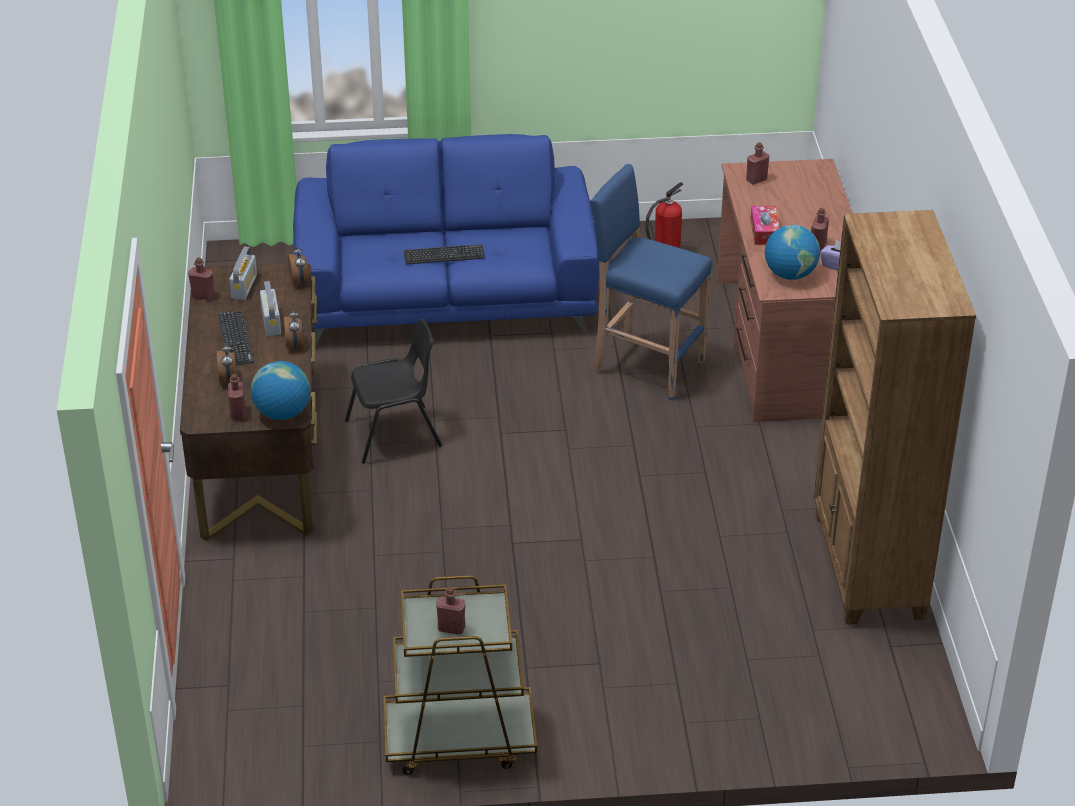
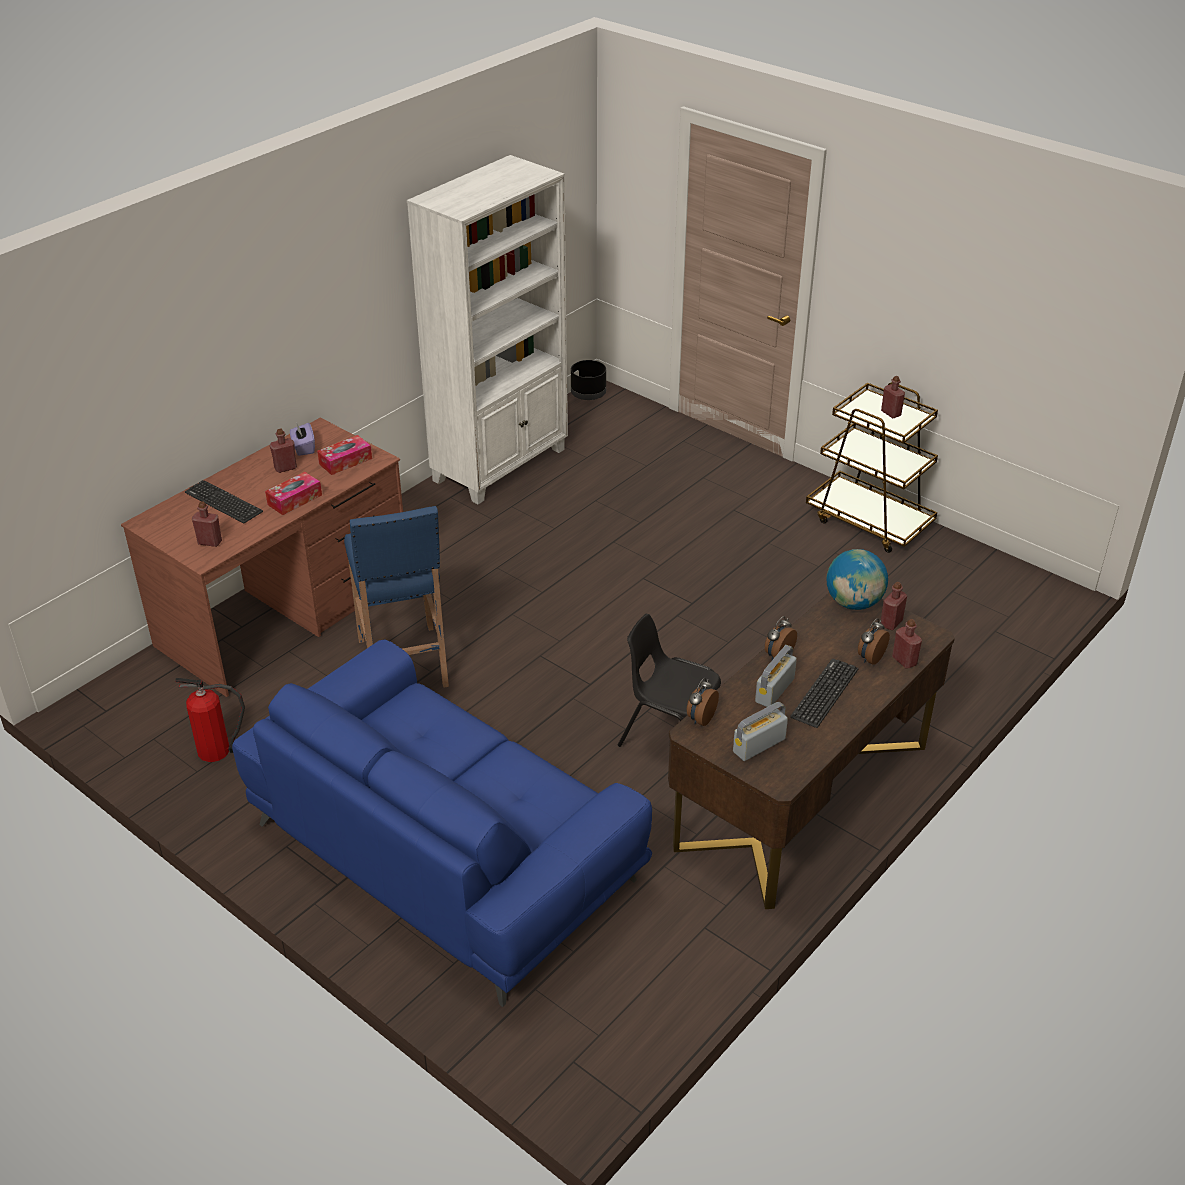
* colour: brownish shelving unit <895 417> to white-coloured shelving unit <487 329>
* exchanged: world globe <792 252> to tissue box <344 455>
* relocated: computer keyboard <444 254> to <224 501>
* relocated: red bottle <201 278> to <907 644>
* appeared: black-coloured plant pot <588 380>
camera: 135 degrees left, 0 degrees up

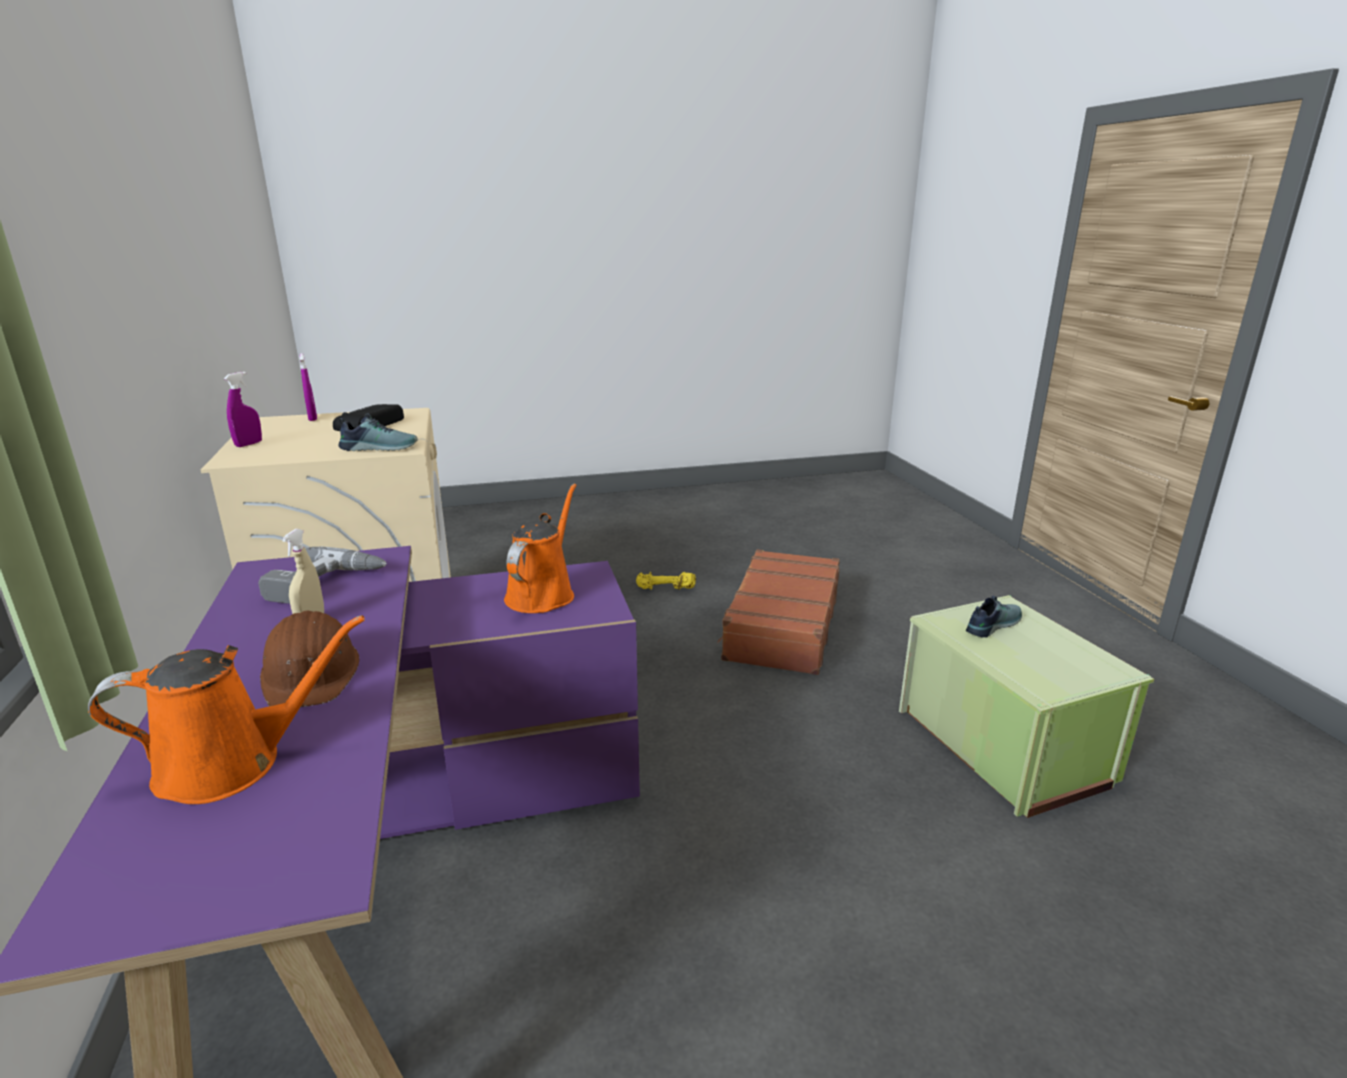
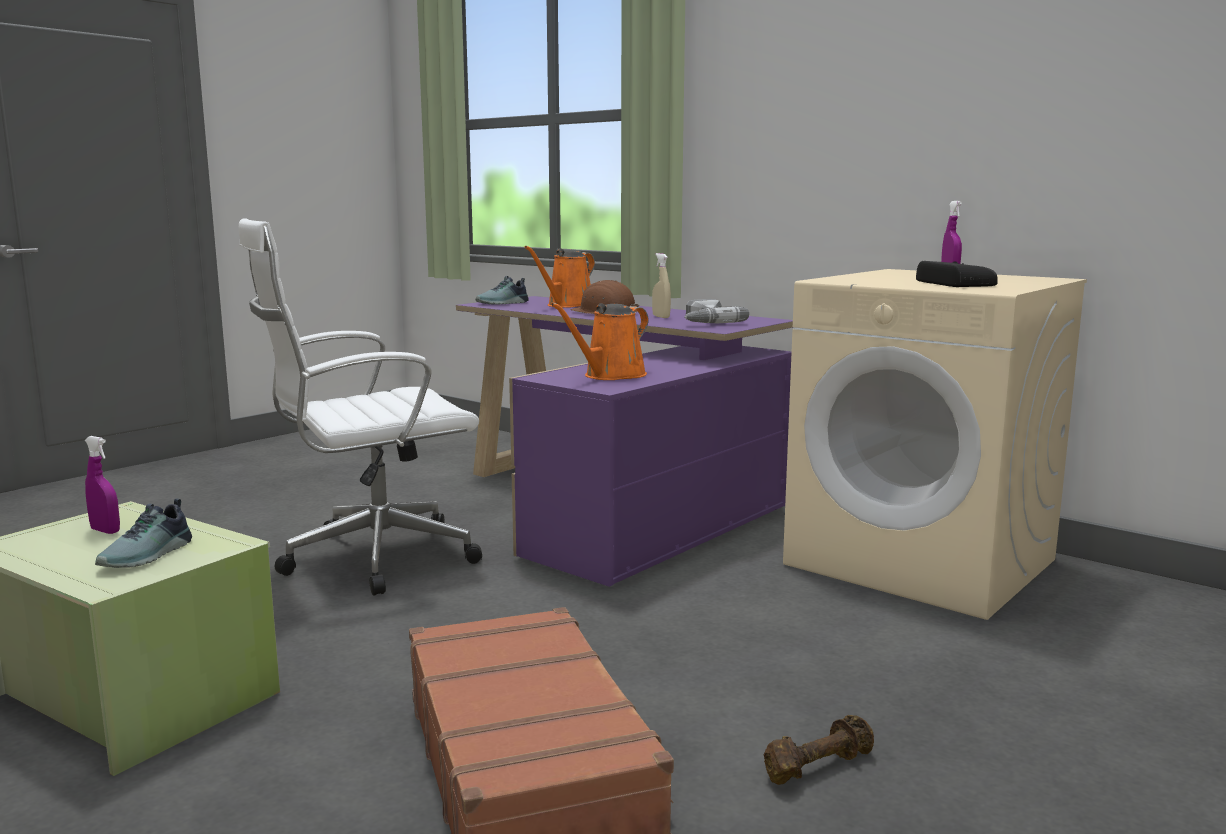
* relocated: purplish hand sprayer <308 387> to <102 485>
* relocated: item of footwear <378 432> to <502 290>
* spun: orange sprinkling can <540 548> = <600 341> 60 degrees clockwise
* colour: yellow hand weight <666 581> to brownish hand weight <819 750>
* appeared: white-coloured computer chair <360 407>
camera: 145 degrees right, 10 degrees down

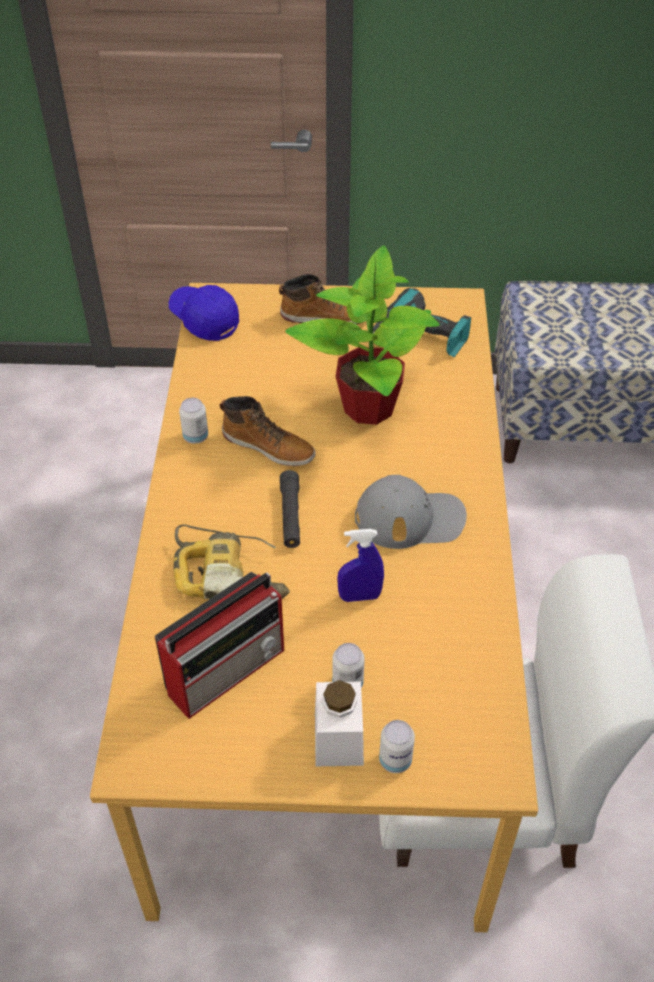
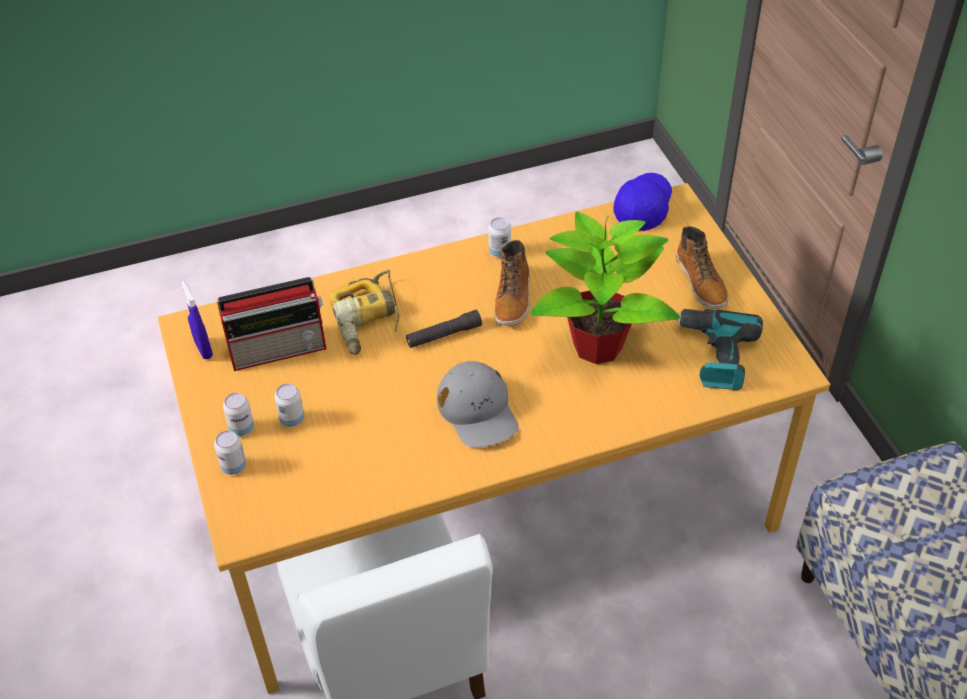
* relocated: bluish hand sprayer <360 565> to <197 320>
* spun: radio set <219 645> = <271 324> 45 degrees counterclockwise
* exchanged: white-coloured storage jar <339 723> to metal can <238 414>
camera: 70 degrees right, 0 degrees up

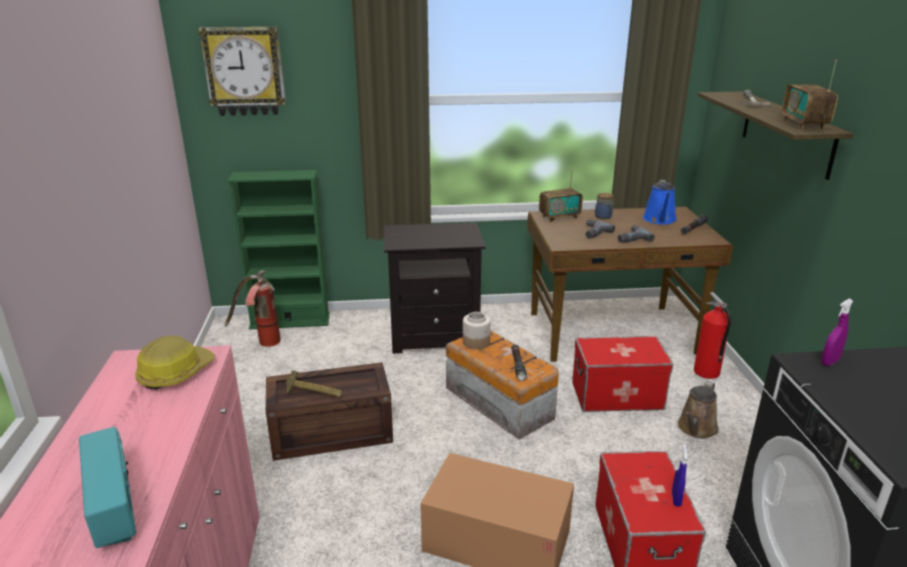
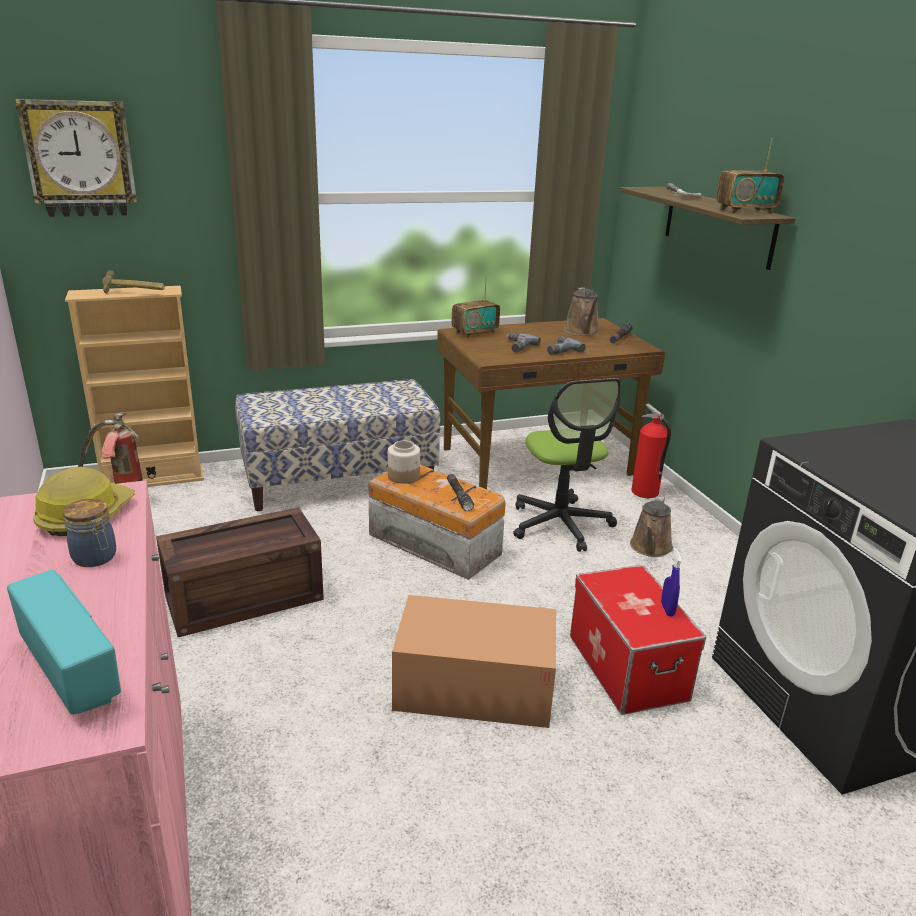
* spun: radio set <810 94> = <750 176> 90 degrees counterclockwise
* colour: green shelving unit <278 249> to sand-coloured shelving unit <134 386>
* colour: bluish sprinkling can <660 202> to brownish sprinkling can <582 312>
* relocated: storage jar <604 206> to <89 533>
* exchanged: black-coloured nightstand <435 288> to long seat <337 445>
* missing: purplish hand sprayer <837 332>
* exchanged: storage container <622 374> to computer chair <567 465>
* relocated: hammer <314 384> to <133 282>
camera: 15 degrees left, 0 degrees up

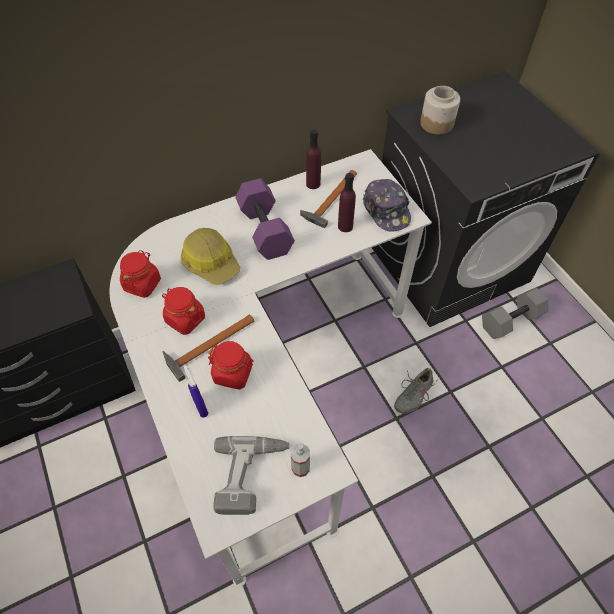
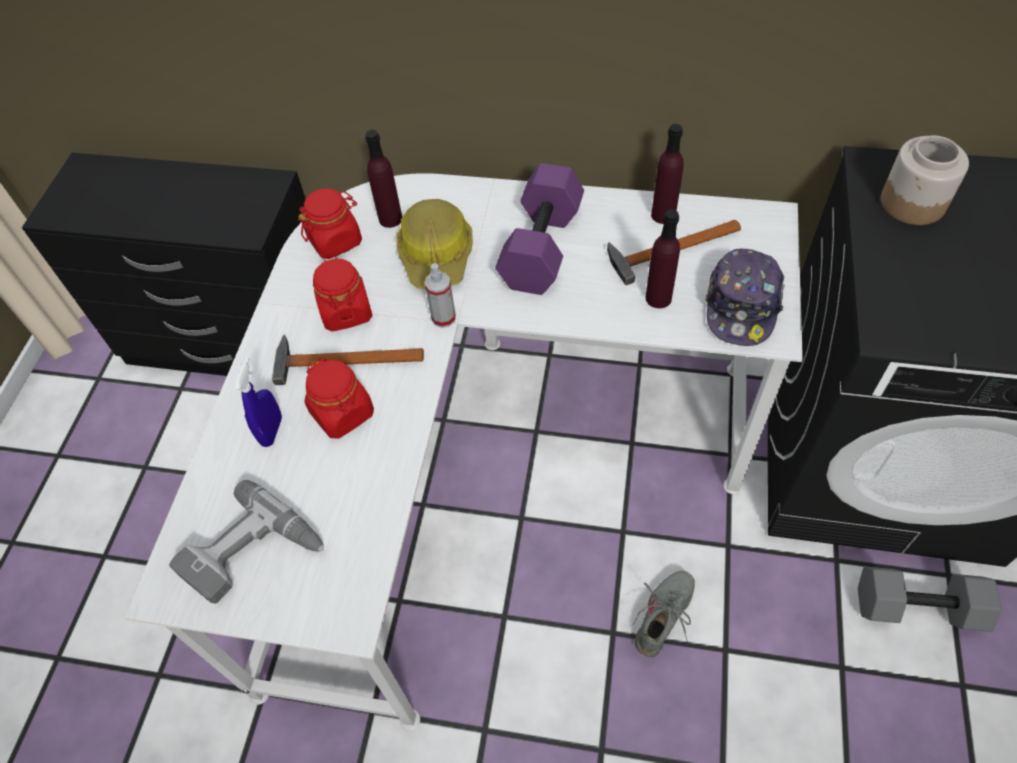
* spun: grey item of footwear <415 390> = <664 614> 135 degrees clockwise
* relocated: hand sprayer <300 460> to <440 295>
* appeared: purplish bottle <383 179>
camera: 40 degrees right, 0 degrees up

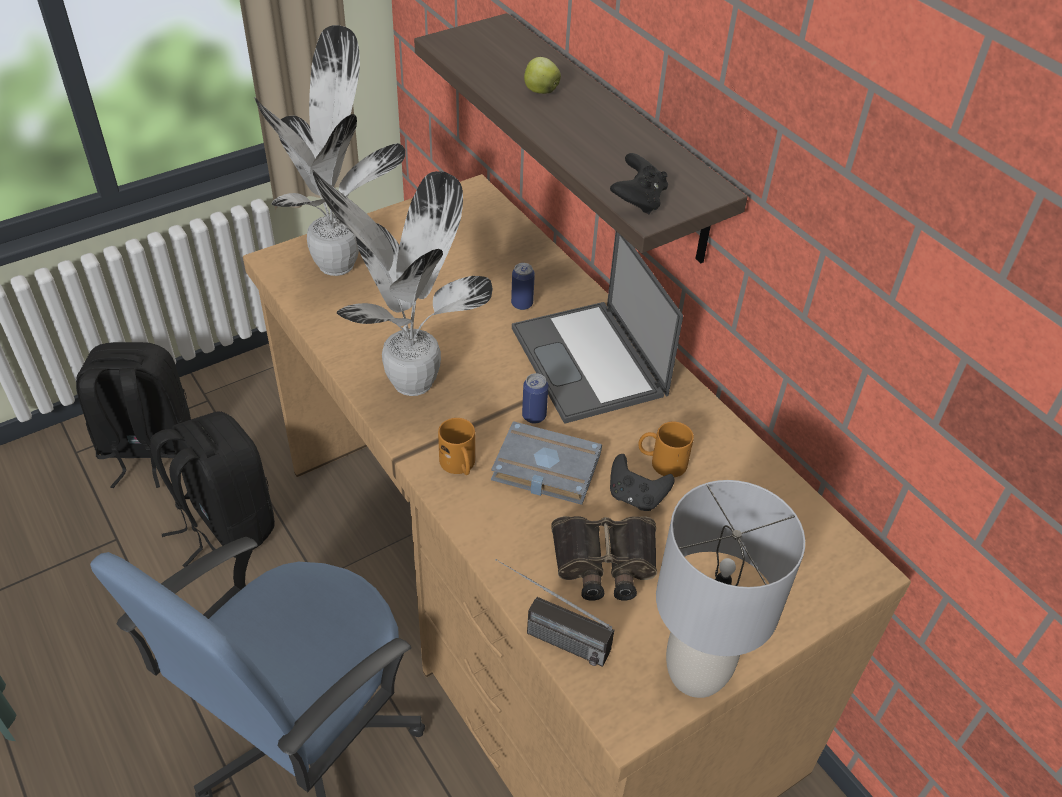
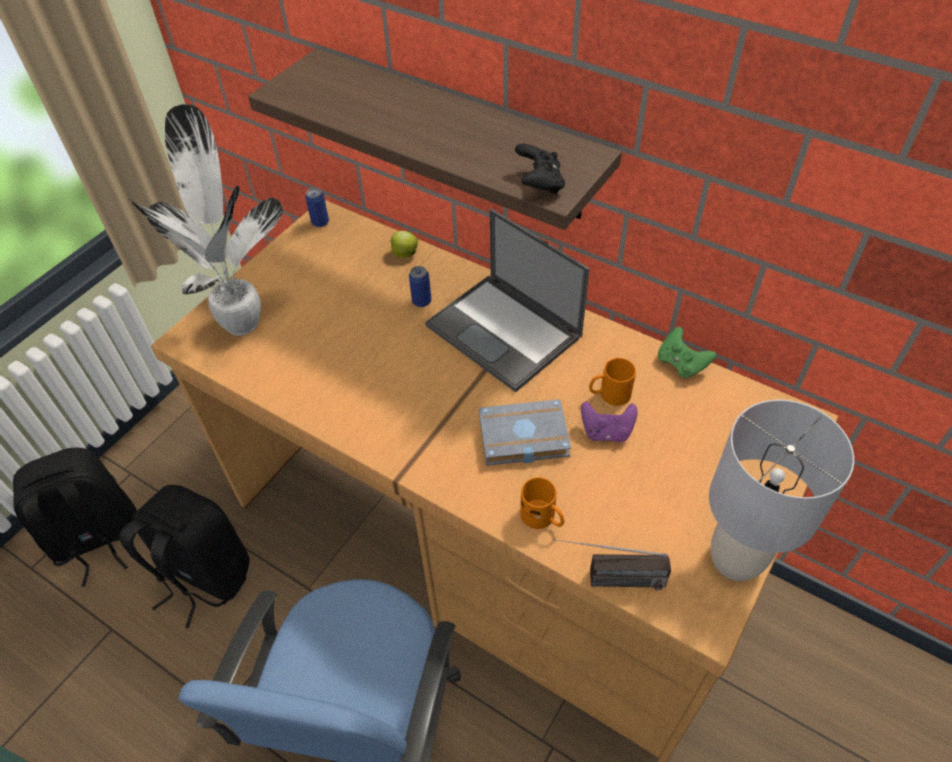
* relocated: whole apple <542 75> to <404 244>
* missing: plant in a pot <402 283>
* relocated: metal can <535 398> to <317 207>
* relocated: orange mug <456 446> to <542 503>
* colour: black-coloured gamepad <642 482> to purplish gamepad <609 421>
* missing: pair of binoculars <604 558>
* appeared: green gamepad <687 353>
camera: 20 degrees left, 5 degrees up

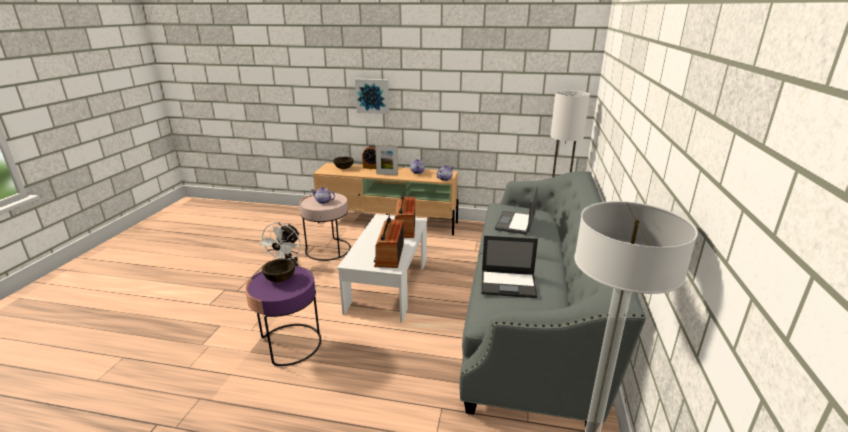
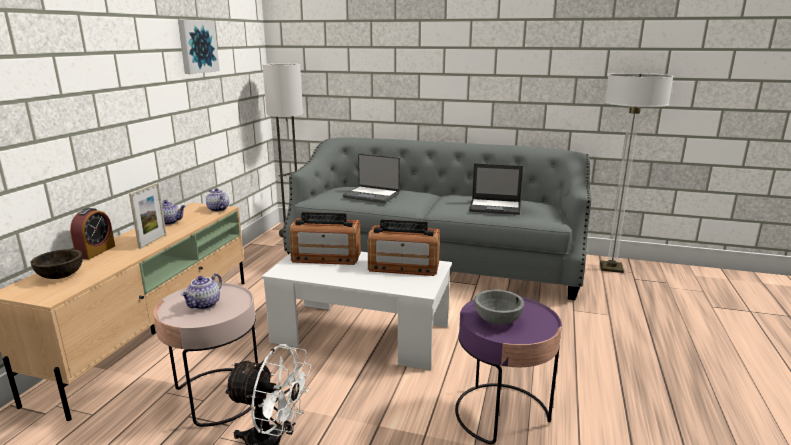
* relocated: wall picture <372 96> to <199 47>
* spun: portable computer <509 267> = <496 189> 90 degrees clockwise
* colour: brownish bowl <278 270> to grey bowl <499 307>
camera: 85 degrees left, 5 degrees down

